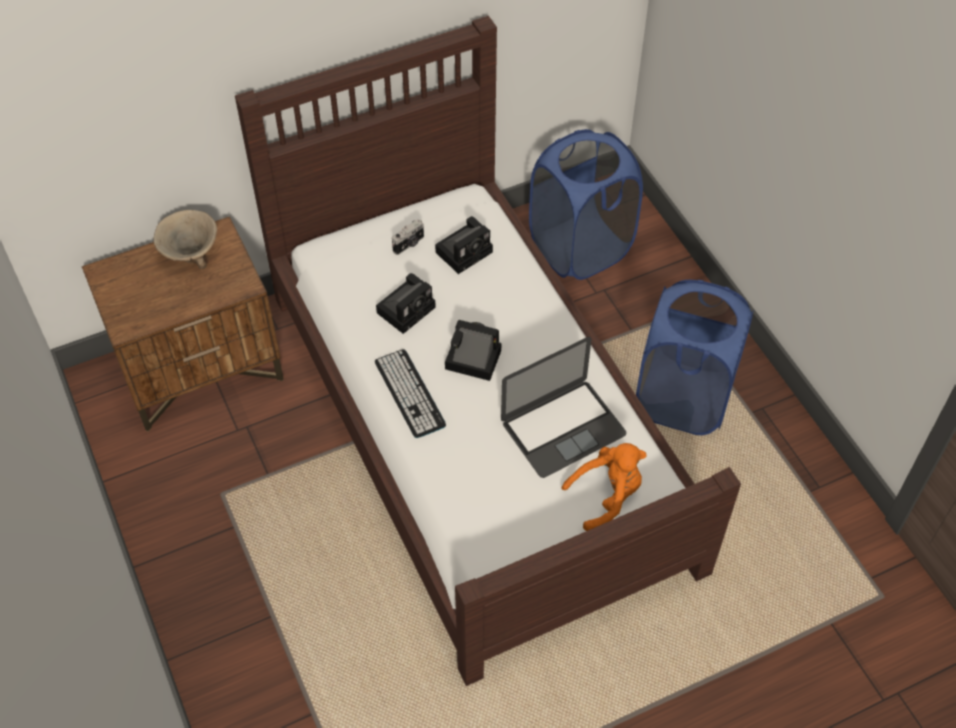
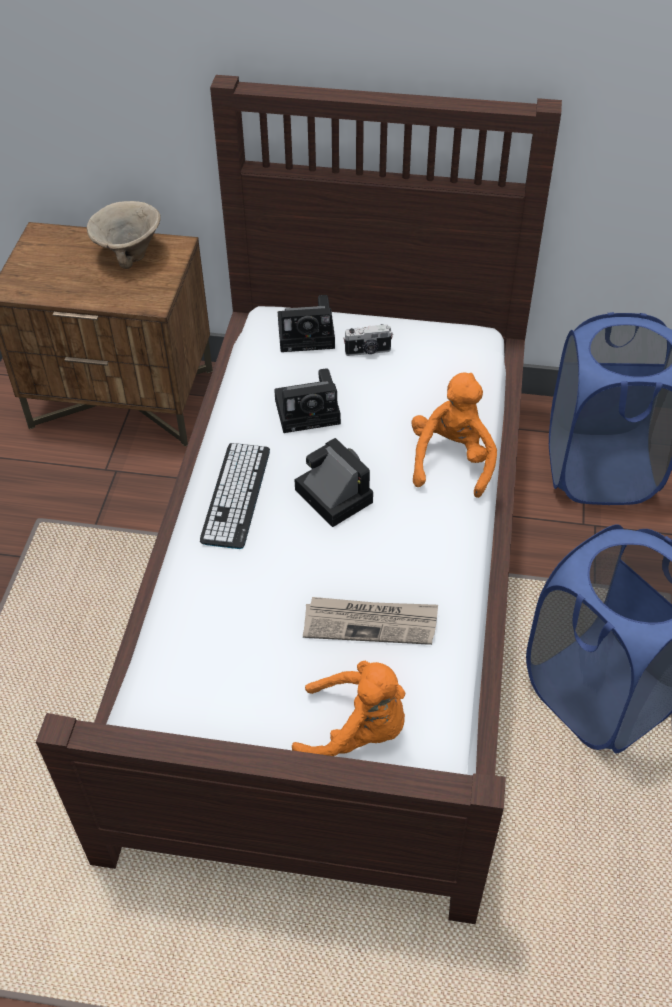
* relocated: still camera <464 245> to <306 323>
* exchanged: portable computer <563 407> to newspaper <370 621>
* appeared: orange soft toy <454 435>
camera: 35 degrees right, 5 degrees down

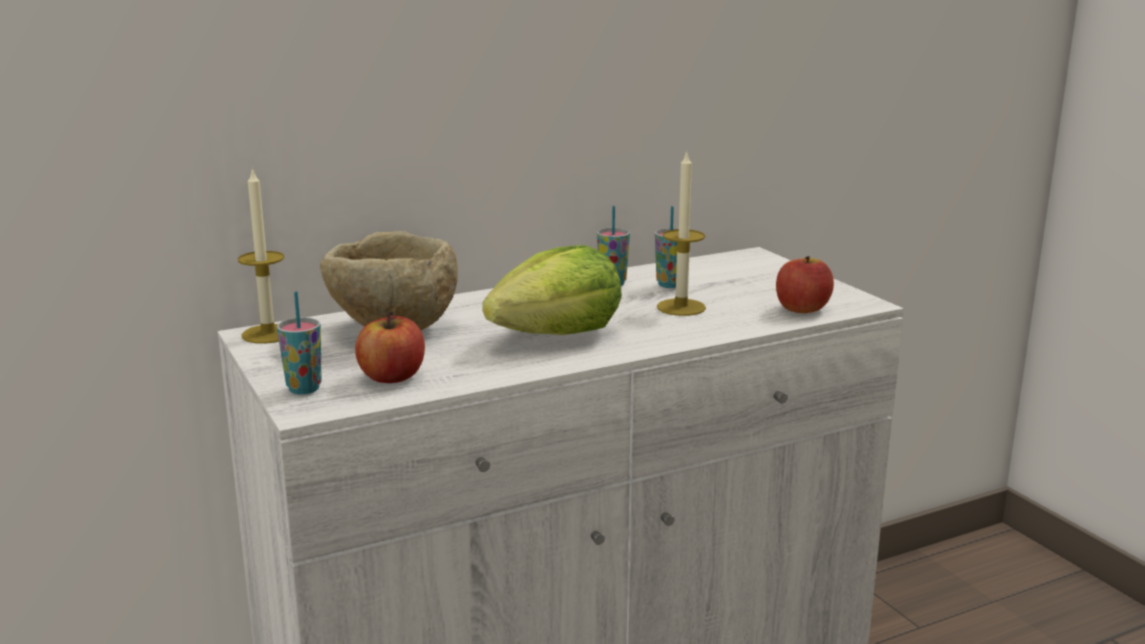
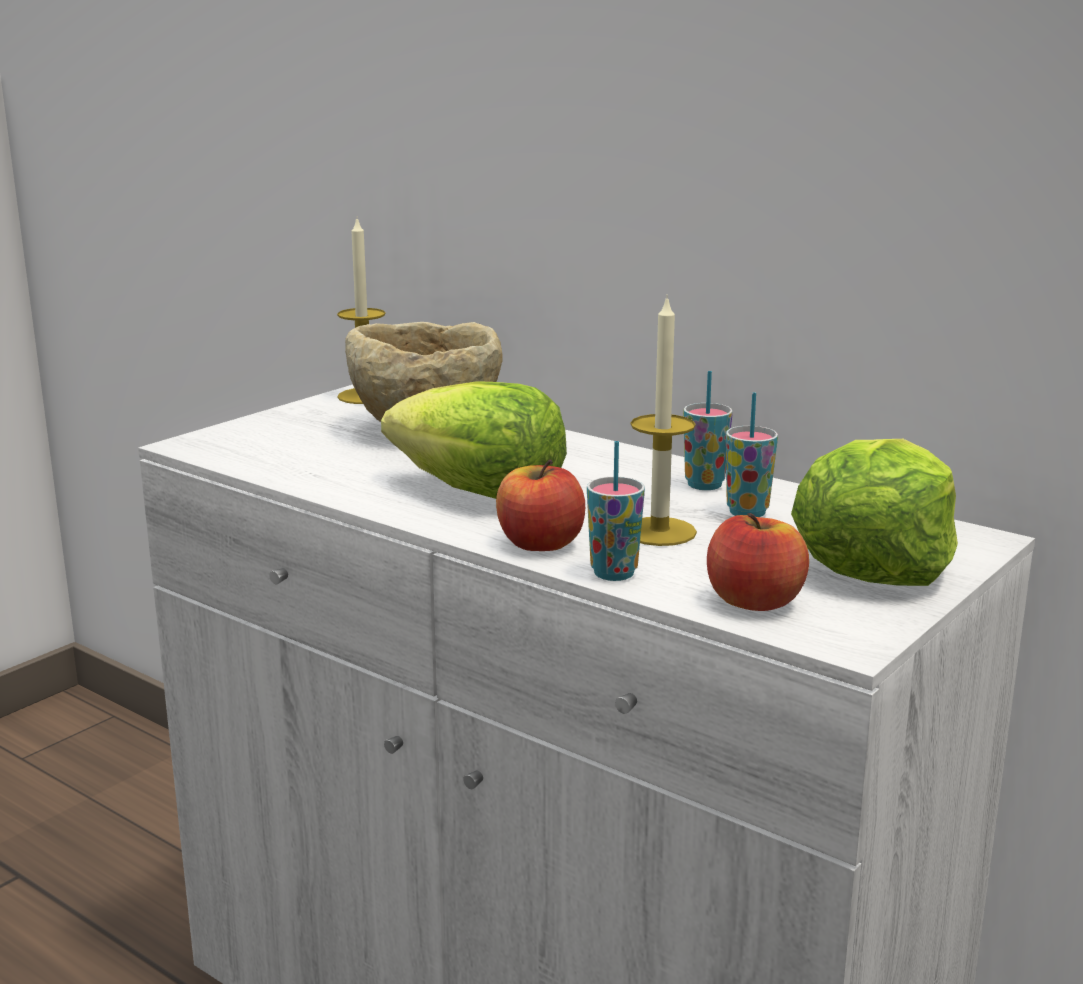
* relocated: cup <299 342> to <616 511>
* relocated: whole apple <390 347> to <540 505>
* appeared: lettuce <874 512>
camera: 65 degrees right, 0 degrees up

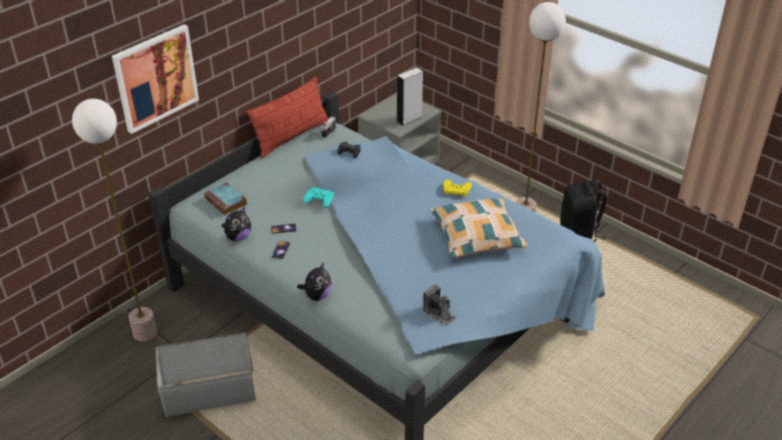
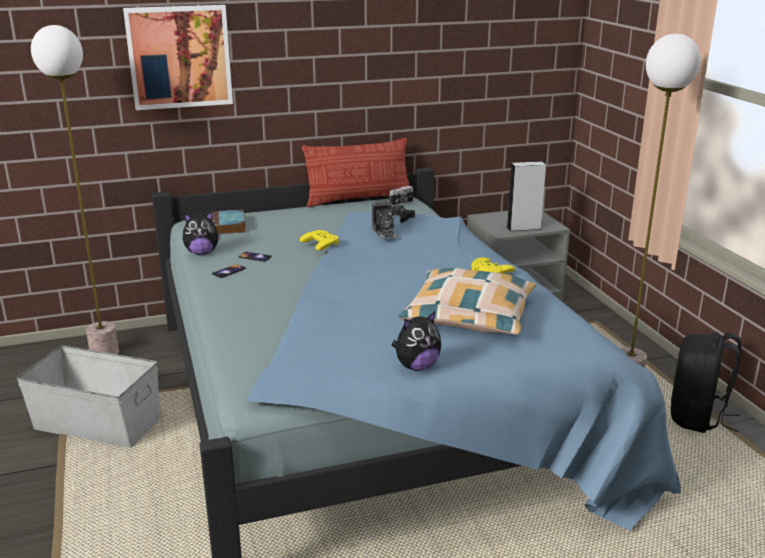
* colour: turquoise-coloured gamepad <318 198> to yellow gamepad <319 240>
* relocated: soft toy <314 281> to <416 341>
* relocated: still camera <440 305> to <385 220>
camera: 30 degrees right, 15 degrees down

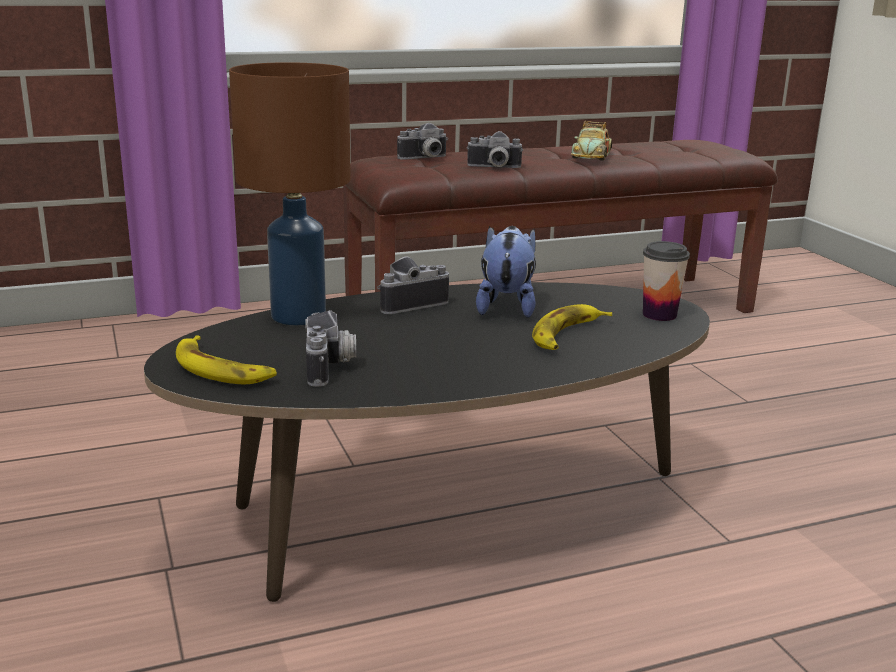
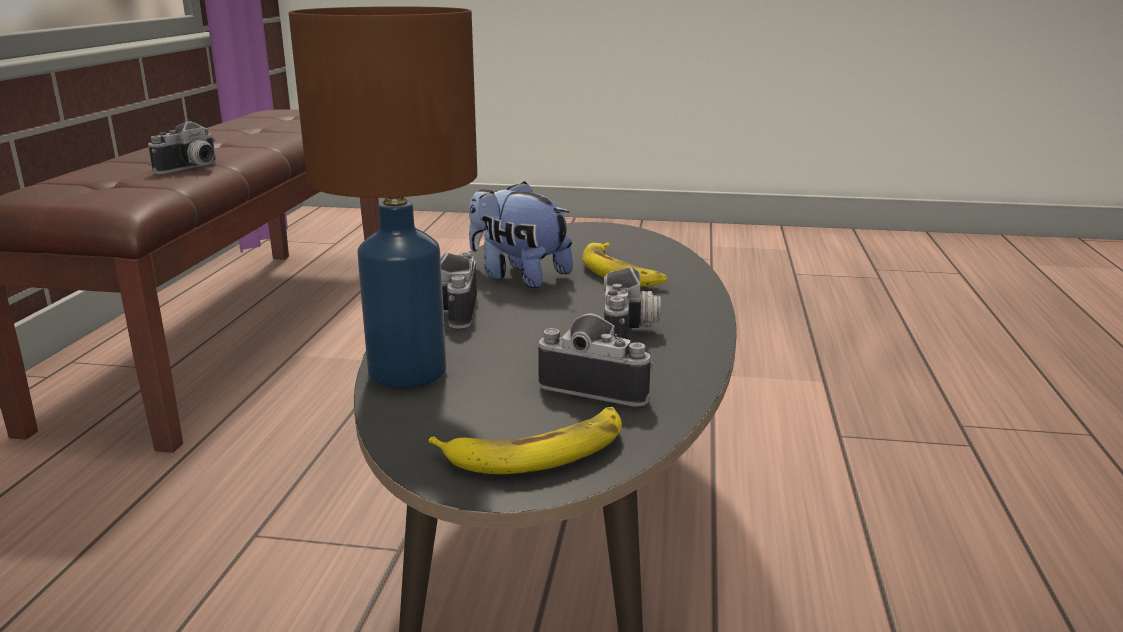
* missing: toy car <591 140>
* relocated: still camera <422 141> to <632 303>
* missing: cup <666 281>
camera: 60 degrees left, 0 degrees up

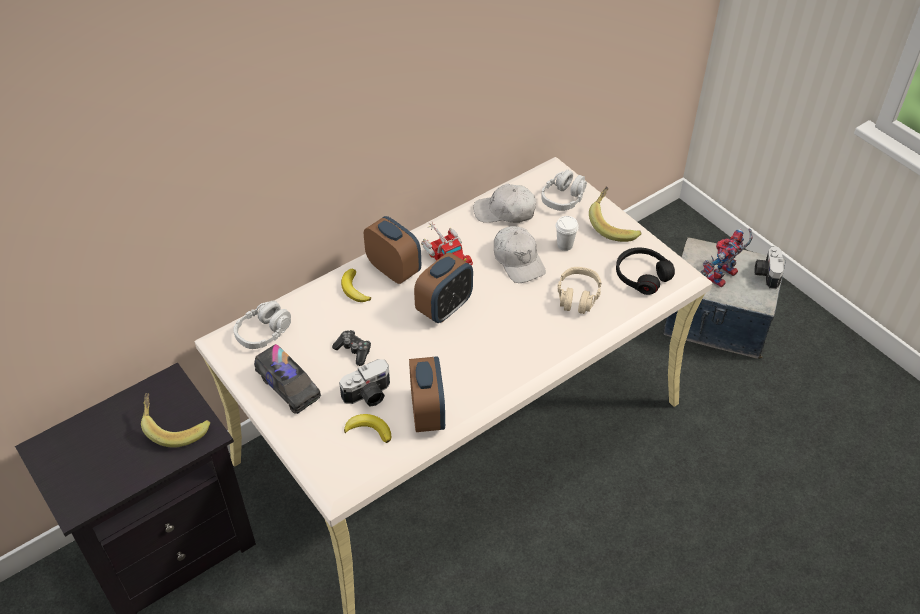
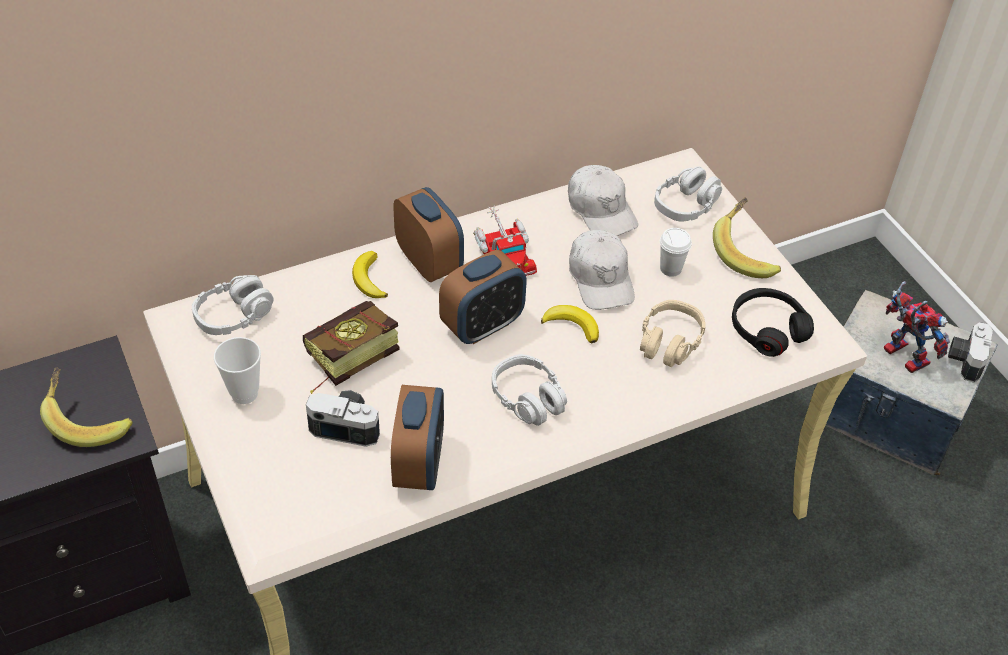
* spun: white-coloured peaked cap <504 203> = <603 200> 135 degrees counterclockwise
* spun: robot figure <726 257> = <917 327> 90 degrees clockwise
* exchanged: gamepad <351 348> to book <351 347>
* exchanged: model truck <287 379> to cup <237 370>
* spun: still camera <364 383> = <343 418> 150 degrees counterclockwise
* relocated: whole banana <368 428> to <570 324>
* appeared: grey headset <529 390>
camera: 10 degrees right, 0 degrees up

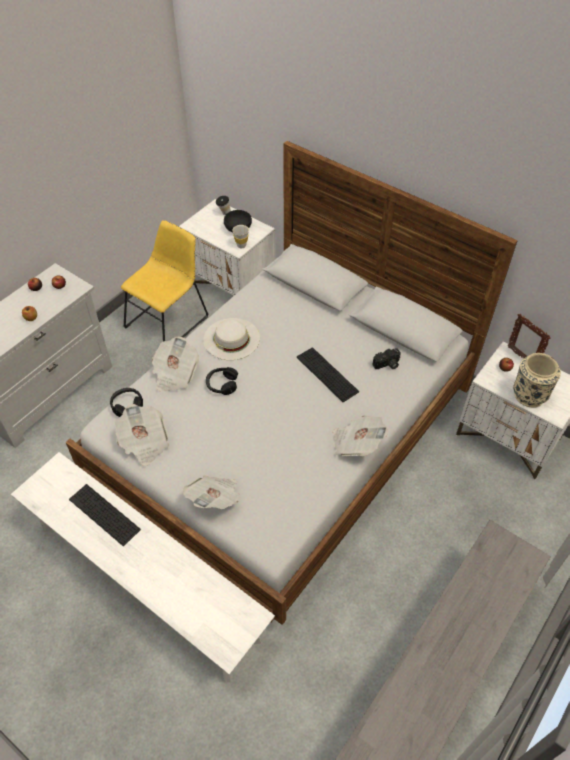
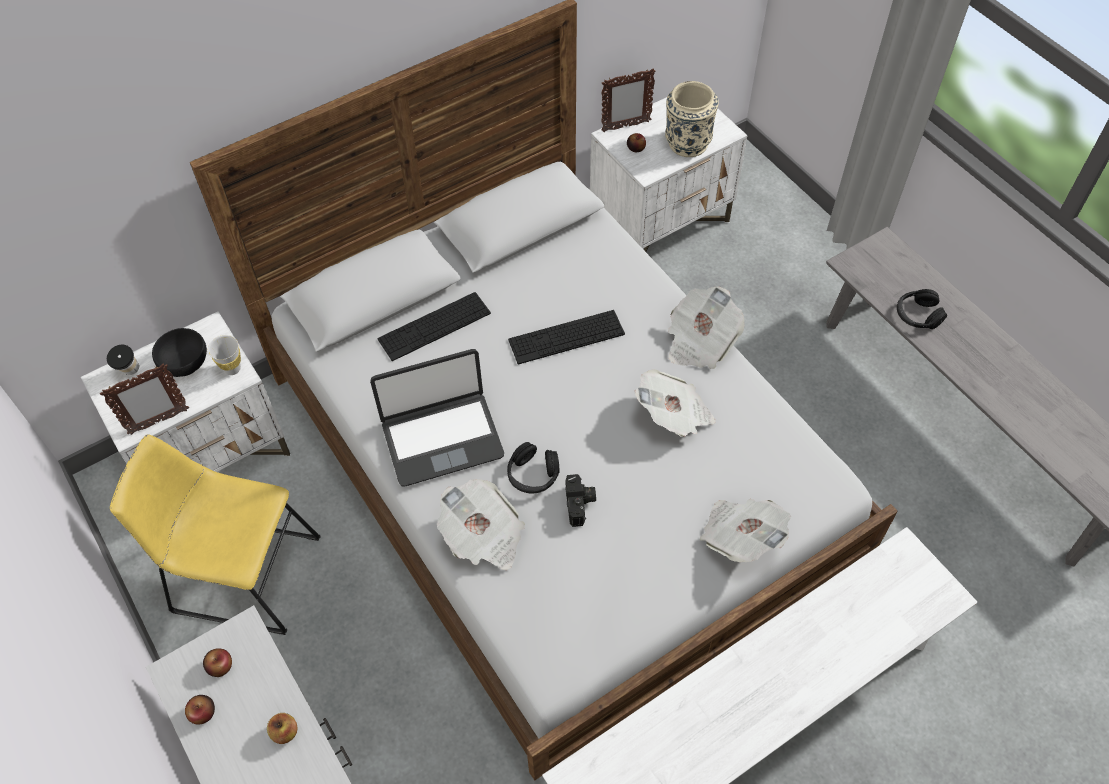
* spun: yellow chair <164 281> = <215 534> 45 degrees counterclockwise
* exchanged: white-coloured wearable hat <231 339> to portable computer <437 417>
* relocated: still camera <386 358> to <581 500>
* relocated: black-coloured headset <126 402> to <922 309>
* relocated: newspaper <142 435> to <675 403>
* relocated: computer keyboard <105 515> to <434 326>
* appeared: photo frame <144 399>
camera: 70 degrees left, 5 degrees up

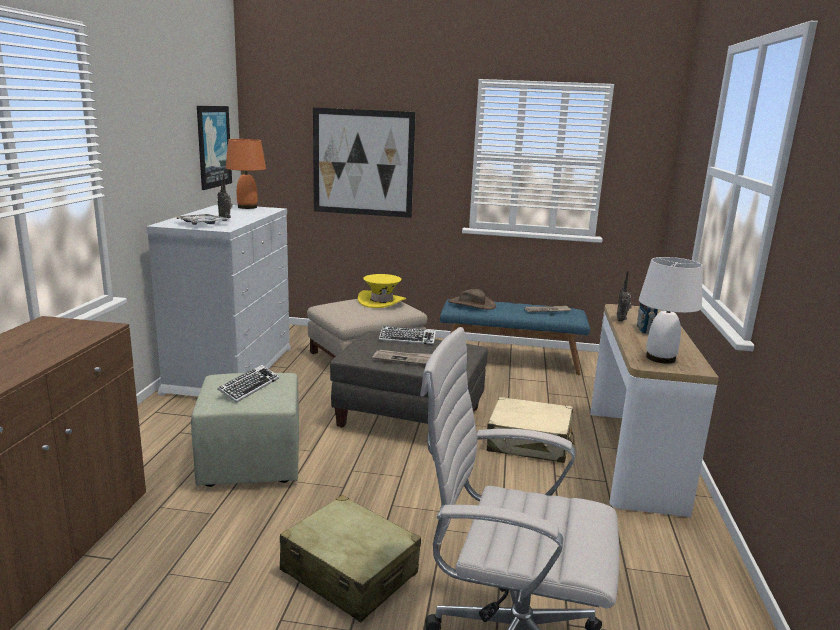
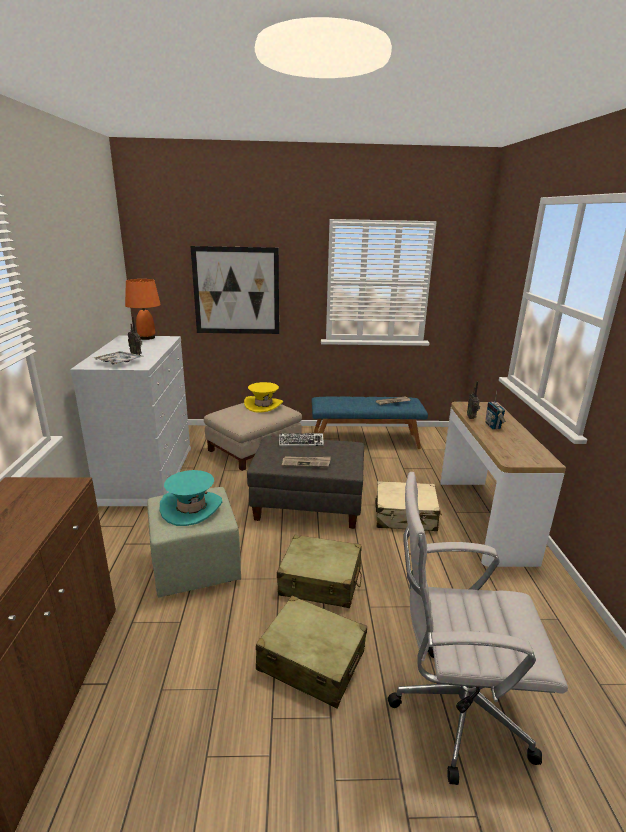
* missing: wall picture <214 148>
* missing: white-coloured tabletop lamp <671 310>
* missing: brownish wearable hat <472 299>
* exchanged: computer keyboard <248 384> to turquoise-coloured wearable hat <191 498>
* appeared: sand-coloured travel case <319 571>
camera: 10 degrees left, 5 degrees up

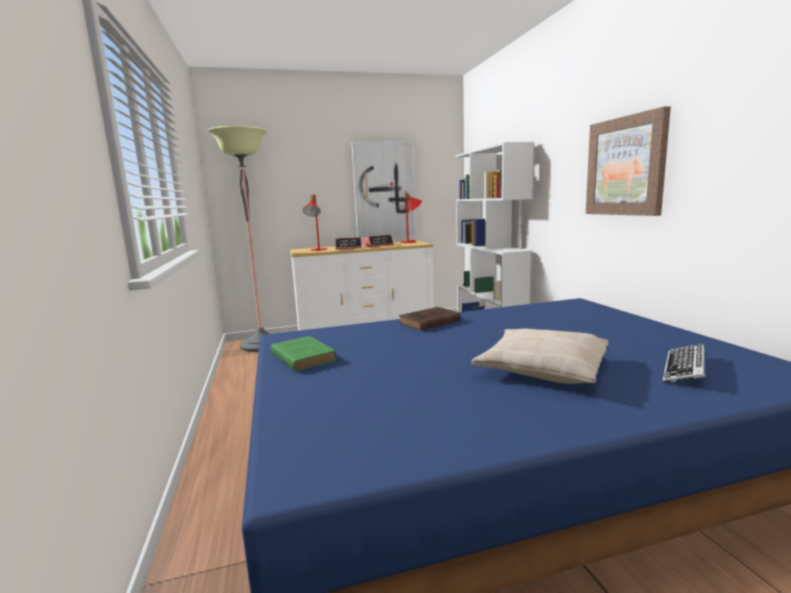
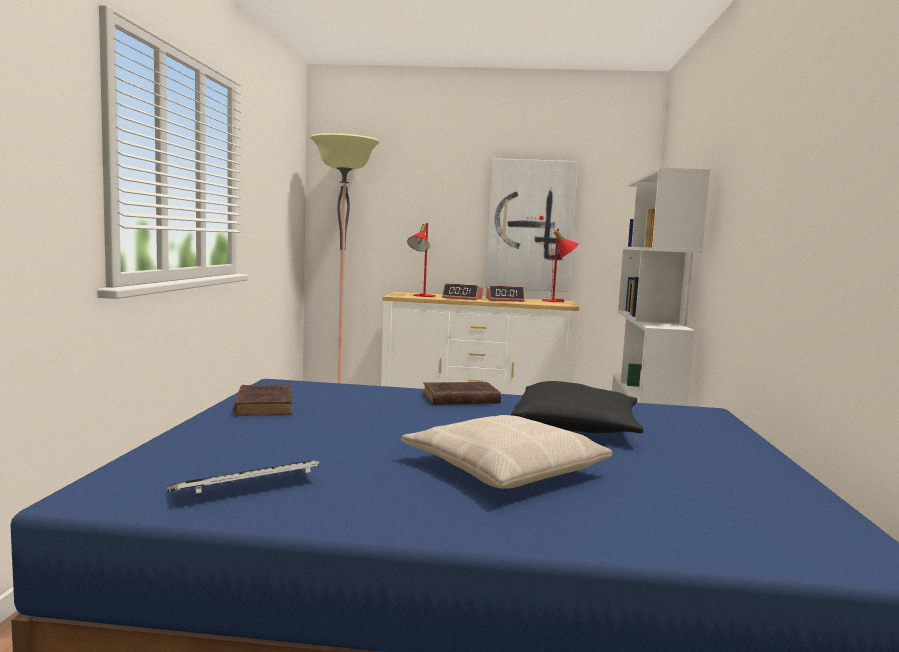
* missing: wall picture <628 161>
* colour: green book <304 353> to brownish book <263 400>
* relocated: computer keyboard <684 363> to <243 476>
* appeared: black-coloured pillow <577 407>
camera: 20 degrees right, 5 degrees down

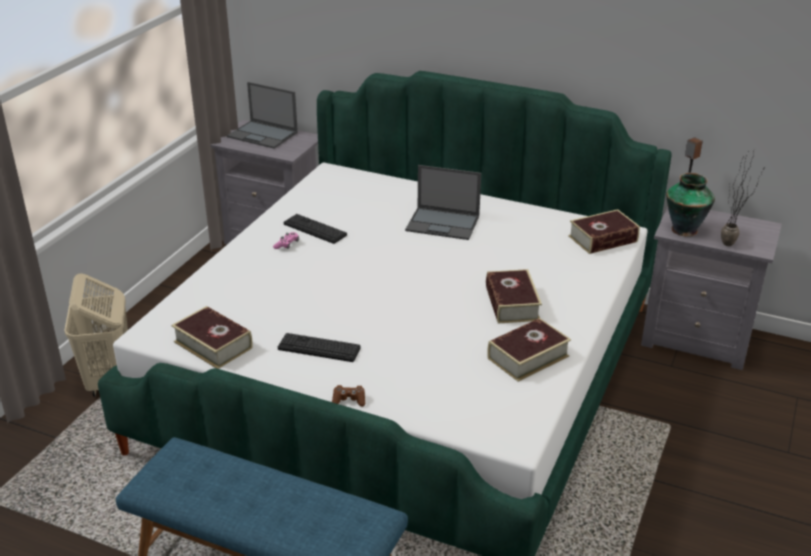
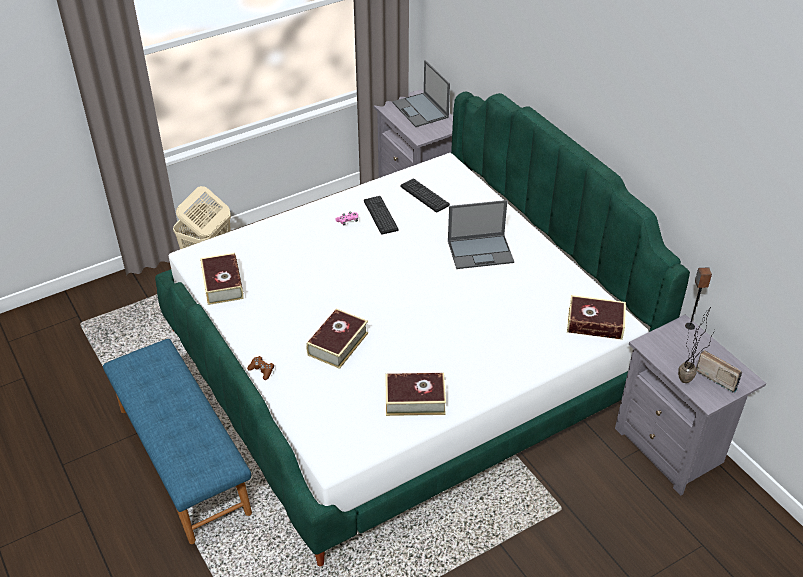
* spun: portable computer <443 202> = <481 234> 60 degrees counterclockwise
* missing: decorative vase <690 205>
* relocated: book <514 296> to <337 339>
* relocated: computer keyboard <319 347> to <425 195>
* appeared: radio set <719 371>
camera: 35 degrees right, 10 degrees up

